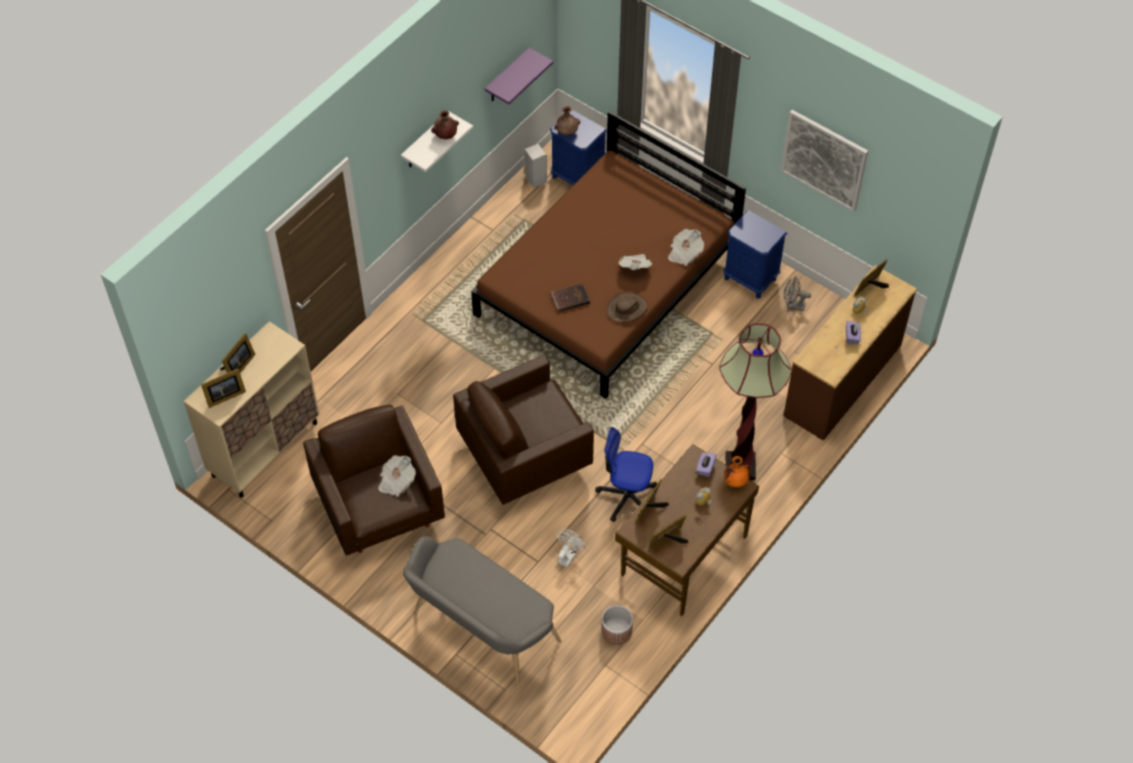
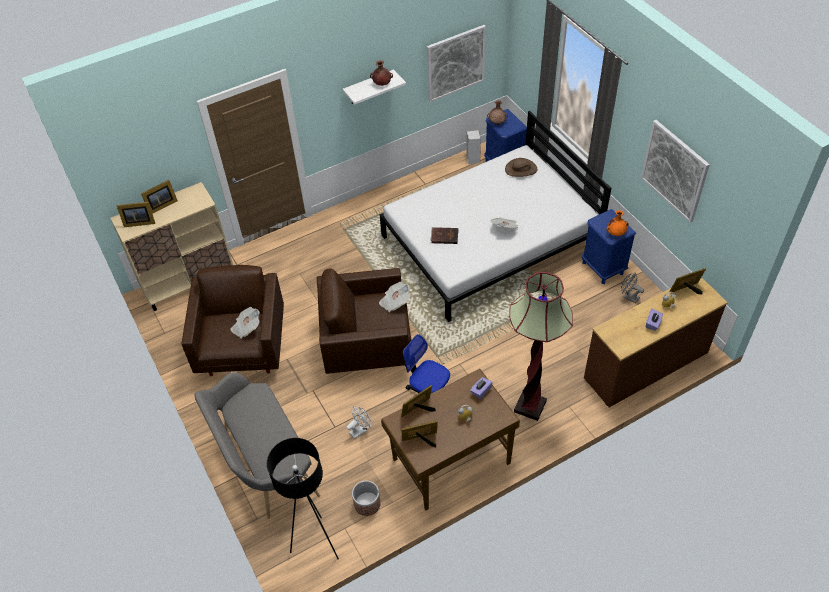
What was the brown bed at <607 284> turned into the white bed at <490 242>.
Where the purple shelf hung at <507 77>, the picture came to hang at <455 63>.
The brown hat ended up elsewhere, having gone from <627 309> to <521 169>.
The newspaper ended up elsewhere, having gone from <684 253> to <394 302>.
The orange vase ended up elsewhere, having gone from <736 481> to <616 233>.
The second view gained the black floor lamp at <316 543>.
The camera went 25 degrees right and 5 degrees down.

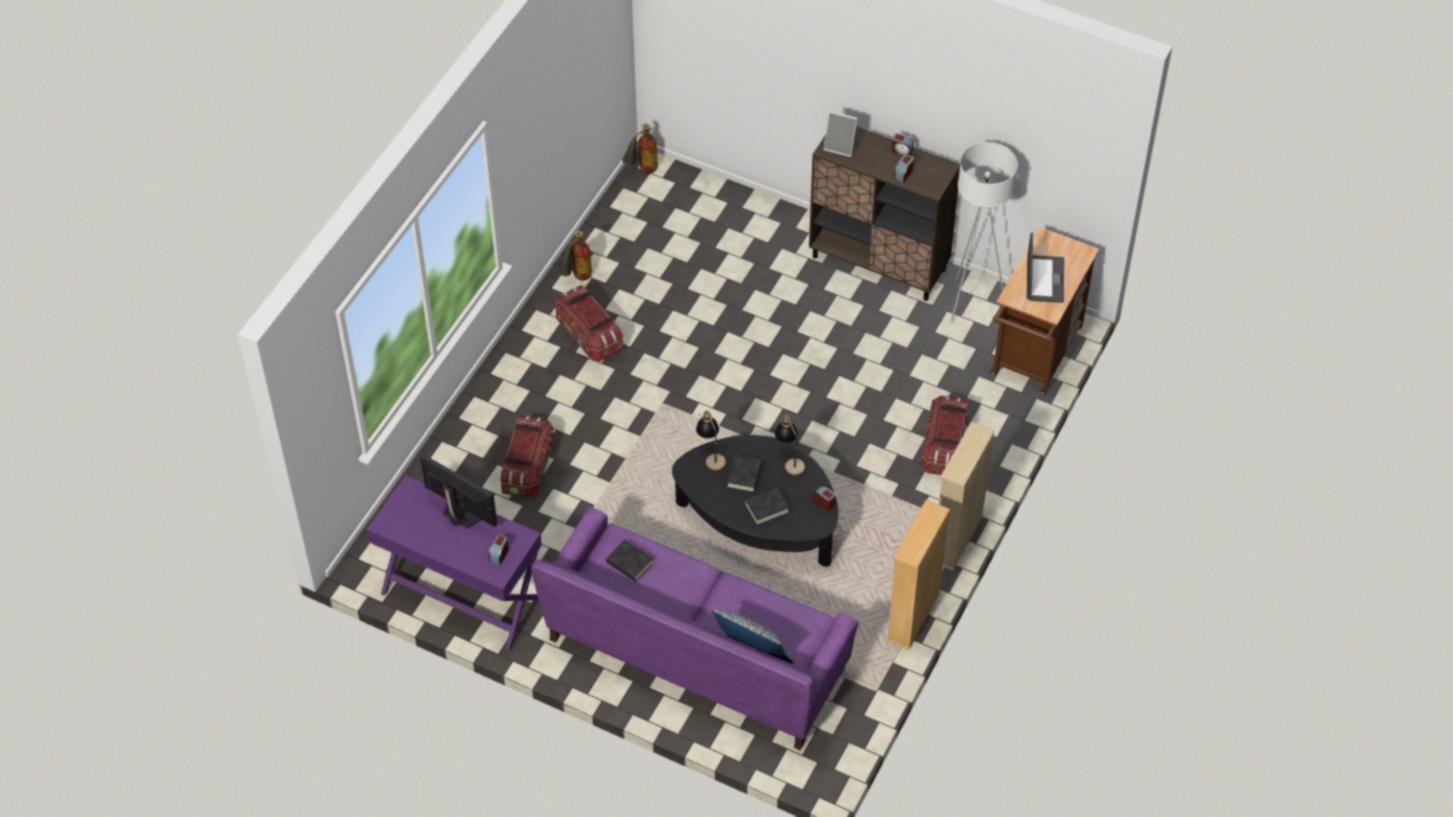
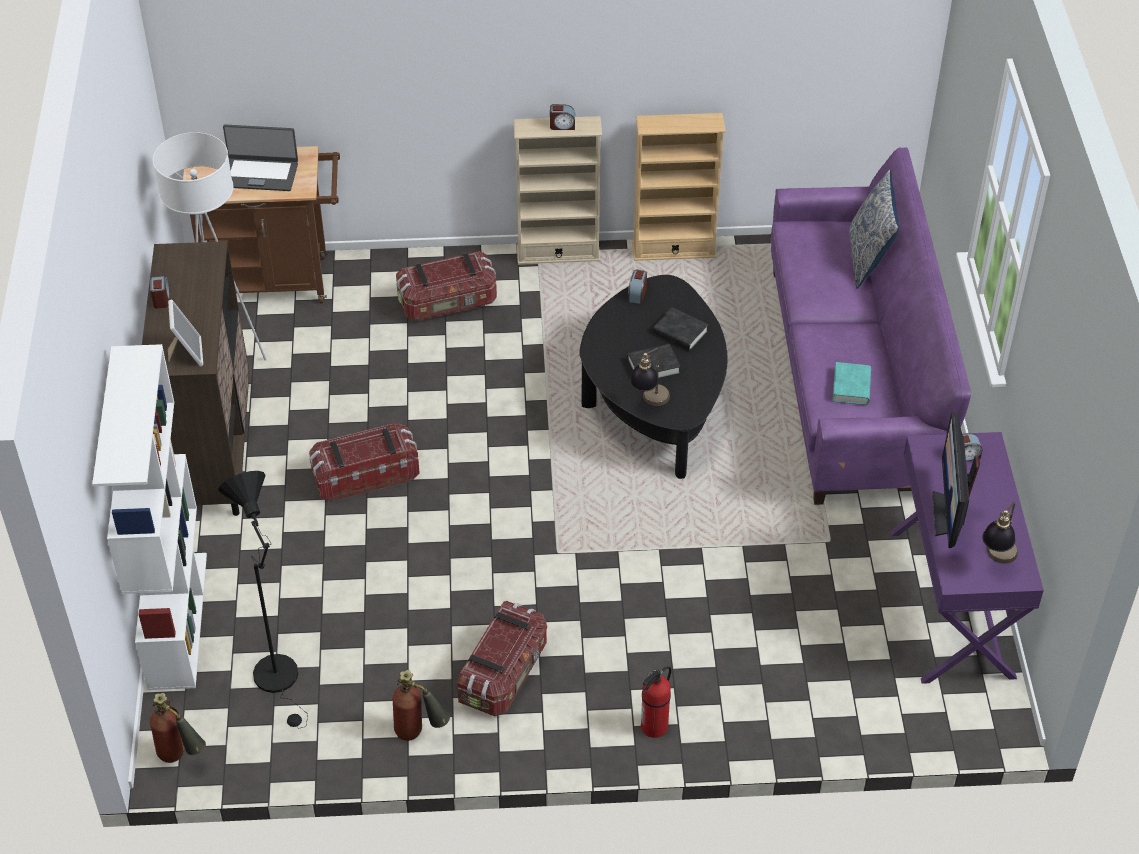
The storage box ended up elsewhere, having gone from <528 467> to <365 476>.
What was the black book at <630 563> turned into the turquoise book at <851 387>.
The table lamp ended up elsewhere, having gone from <790 461> to <996 560>.
The alarm clock ended up elsewhere, having gone from <903 174> to <562 125>.
The laptop at <1044 279> ended up facing another way, 150 degrees counterclockwise from before.
The second view gained the white bookcase at <177 619>.
The second view gained the black floor lamp at <280 680>.
The second view gained the fire extinguisher at <654 727>.
The camera went 120 degrees left and 5 degrees down.

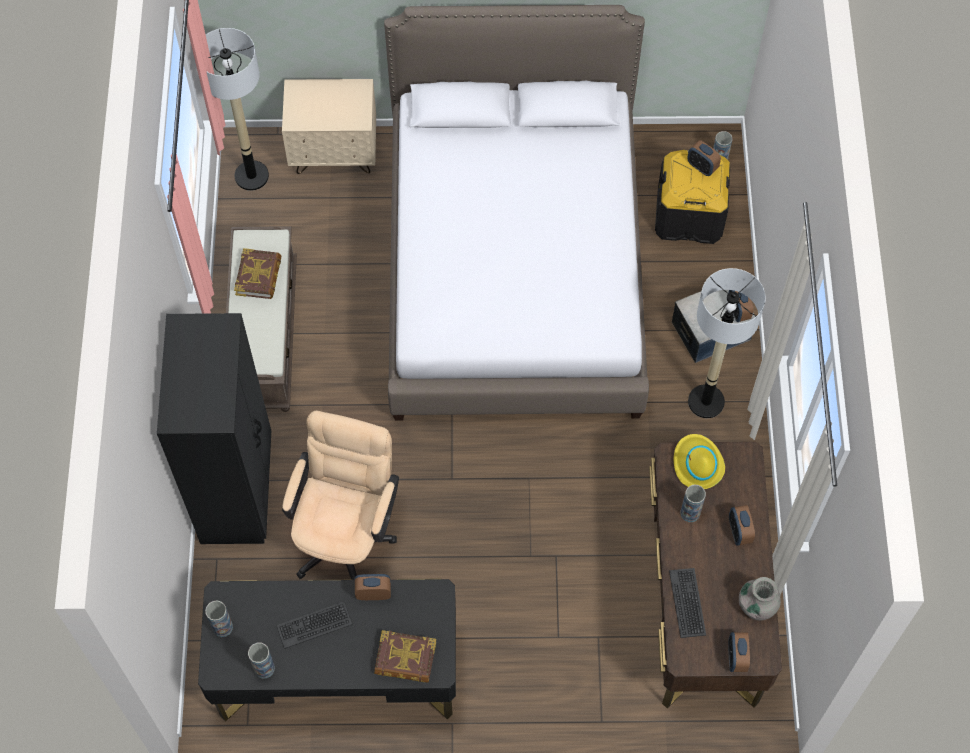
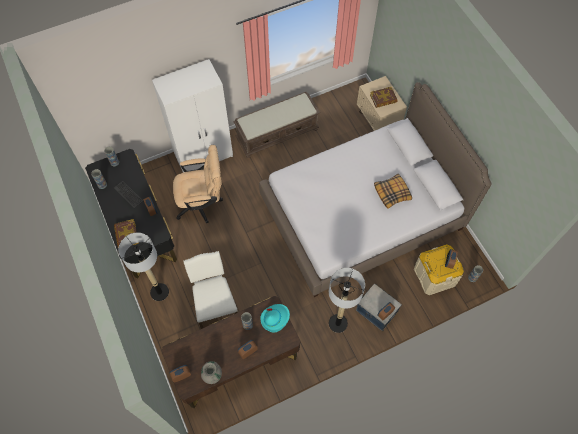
What was the black wardrobe at <238 488> turned into the white wardrobe at <204 155>.
The floor lamp ended up elsewhere, having gone from <251 175> to <159 292>.
The book ended up elsewhere, having gone from <259 276> to <383 99>.
What was the black storage box at <689 215> turned into the beige storage box at <434 276>.
The second view lost the keyboard at <688 603>.
What was the yellow hat at <697 464> turned into the turquoise hat at <275 318>.
The second view gained the white chair at <215 305>.
The second view gained the pillow at <392 193>.
The camera went 65 degrees right and 0 degrees up.

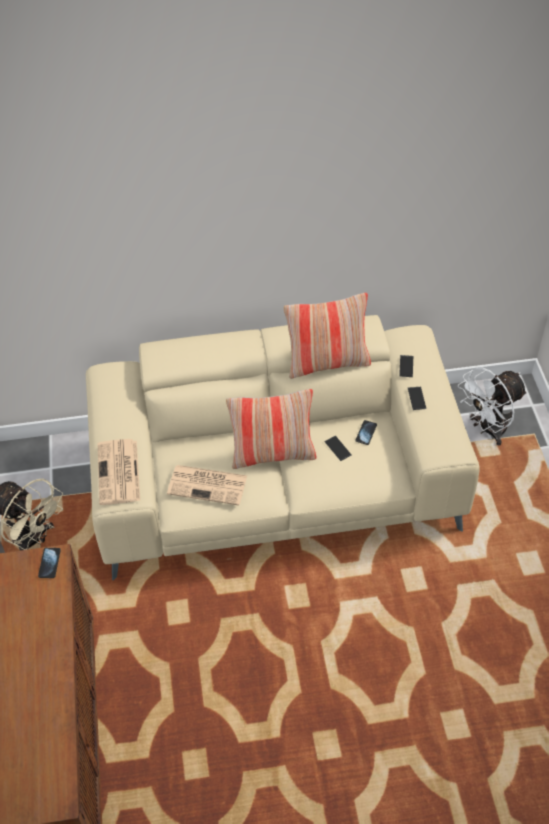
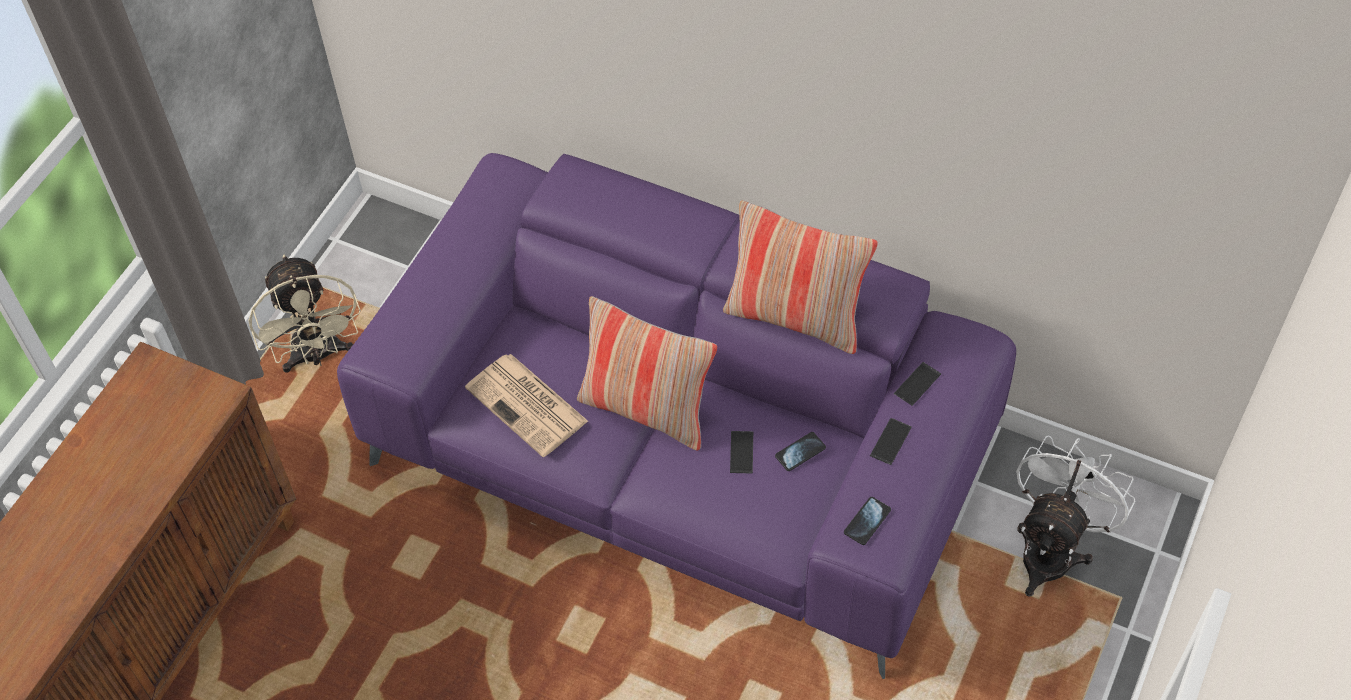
The phone ended up elsewhere, having gone from <49 563> to <867 521>.
What was the beige sofa at <276 481> turned into the purple sofa at <682 451>.
The second view lost the newspaper at <119 473>.
The white fan at <487 429> ended up facing another way, 120 degrees clockwise from before.
The camera went 35 degrees right and 5 degrees up.

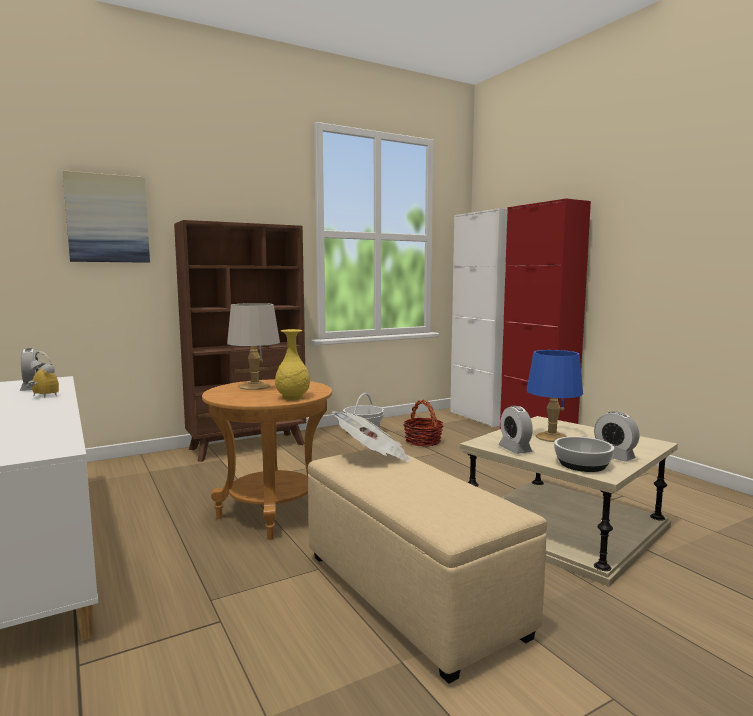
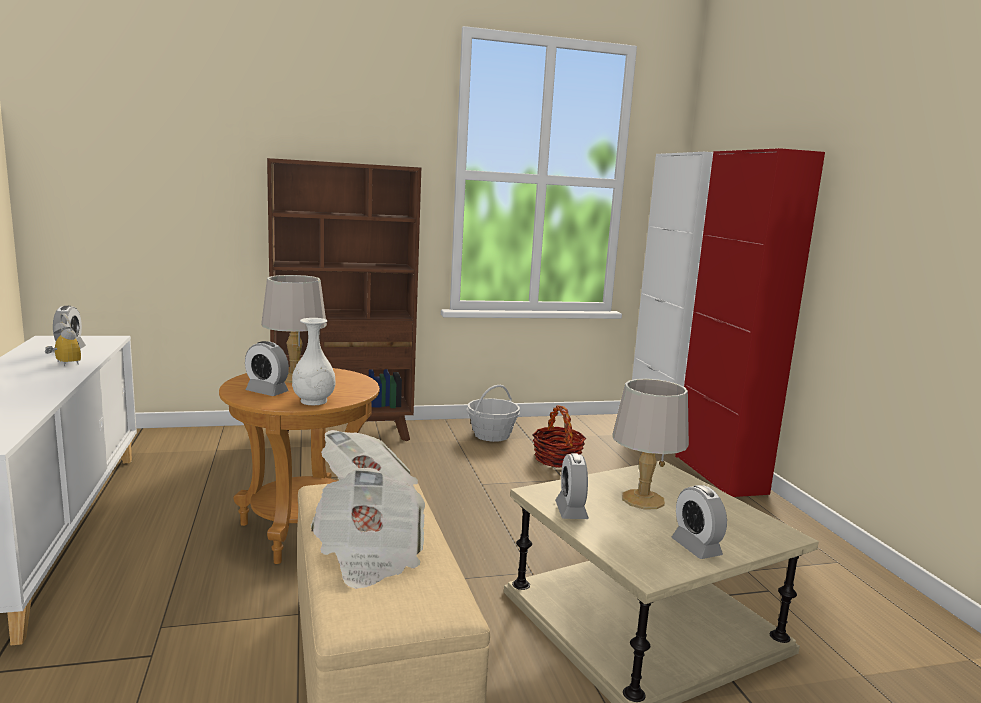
The second view lost the picture at <107 218>.
What was the yellow vase at <292 397> turned into the white vase at <313 401>.
What was the blue table lamp at <551 437> turned into the grey table lamp at <642 499>.
The second view lost the bowl at <582 464>.
The second view gained the alarm clock at <267 392>.
The second view gained the newspaper at <369 555>.
The camera went 15 degrees right and 5 degrees up.

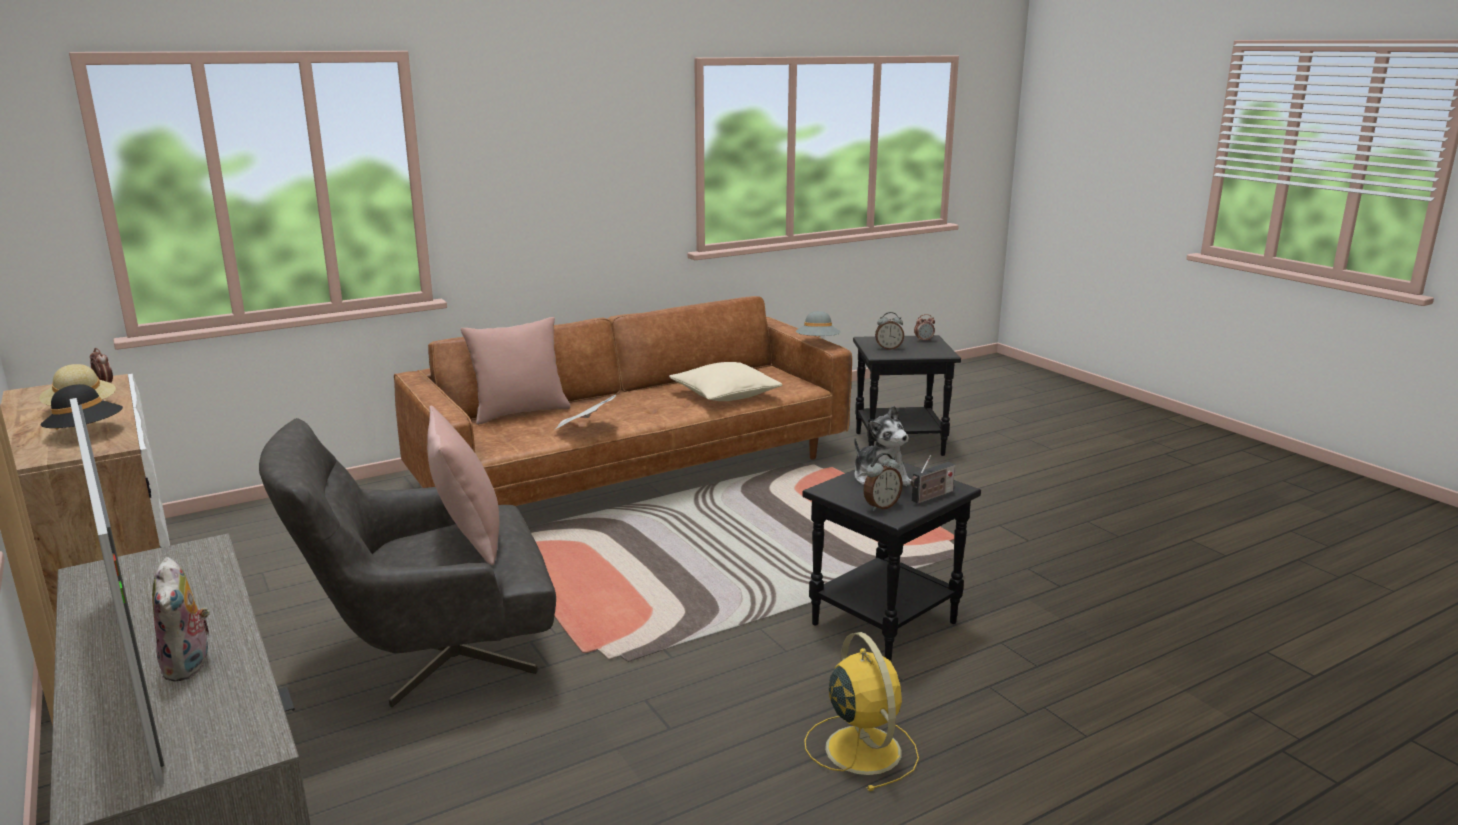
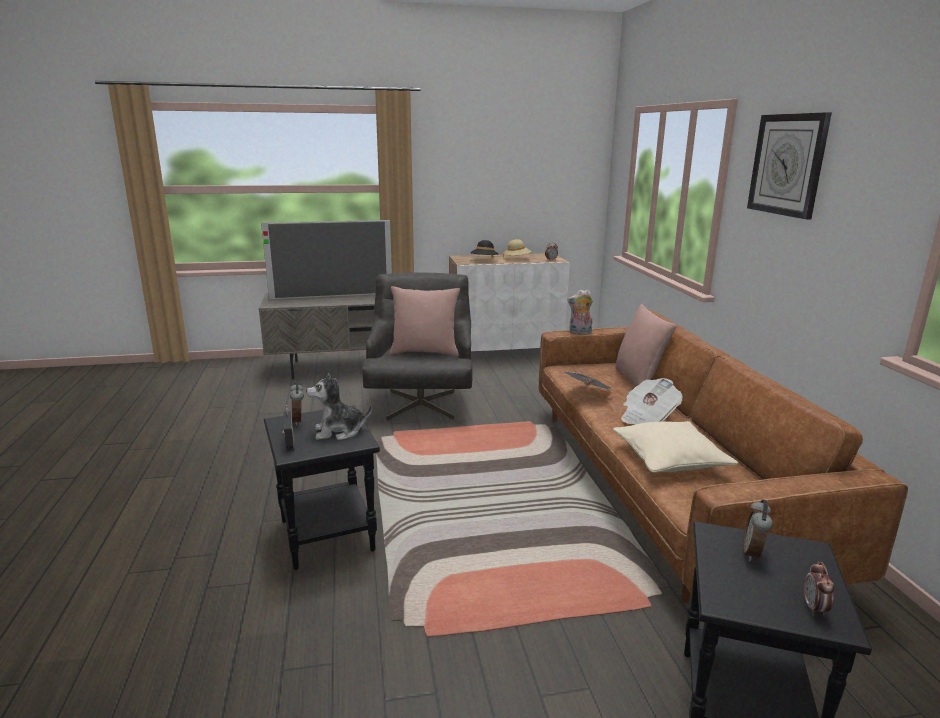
The plush toy ended up elsewhere, having gone from <189 666> to <579 333>.
The second view lost the grey hat at <817 342>.
The second view lost the yellow fan at <861 748>.
The second view gained the newspaper at <647 417>.
The second view gained the wall clock at <787 164>.
The camera went 110 degrees right and 0 degrees up.

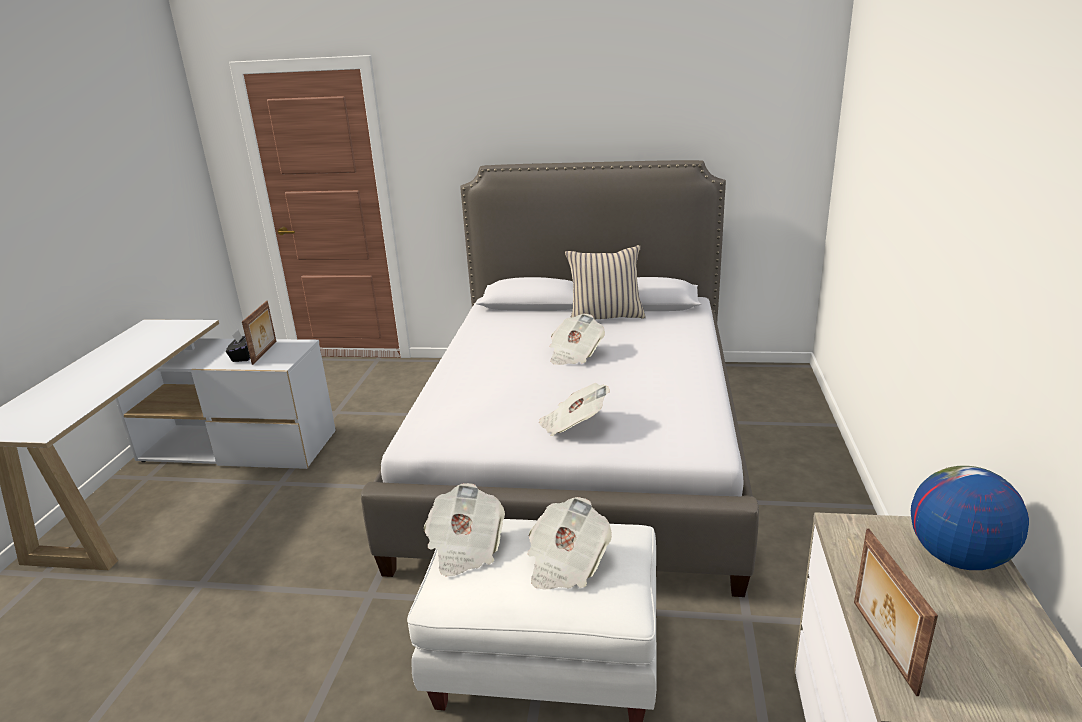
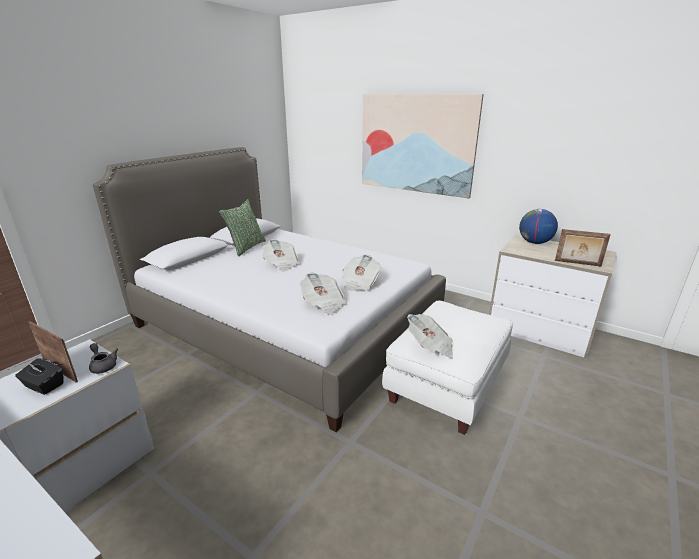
The newspaper ended up elsewhere, having gone from <566 564> to <323 304>.
What was the beige pillow at <605 316> turned into the green pillow at <246 247>.
The second view gained the grey teapot at <103 365>.
The second view gained the picture at <416 144>.
The camera went 65 degrees left and 0 degrees up.

